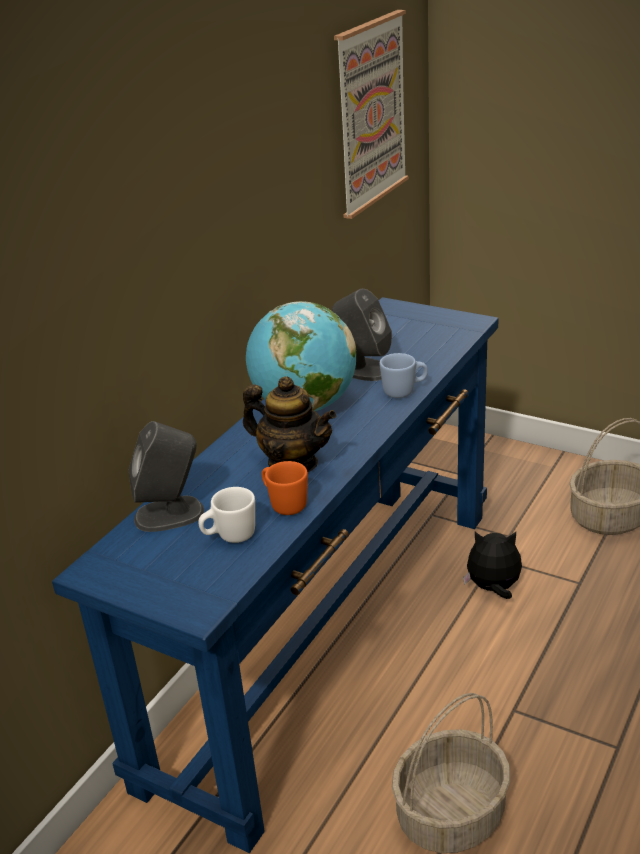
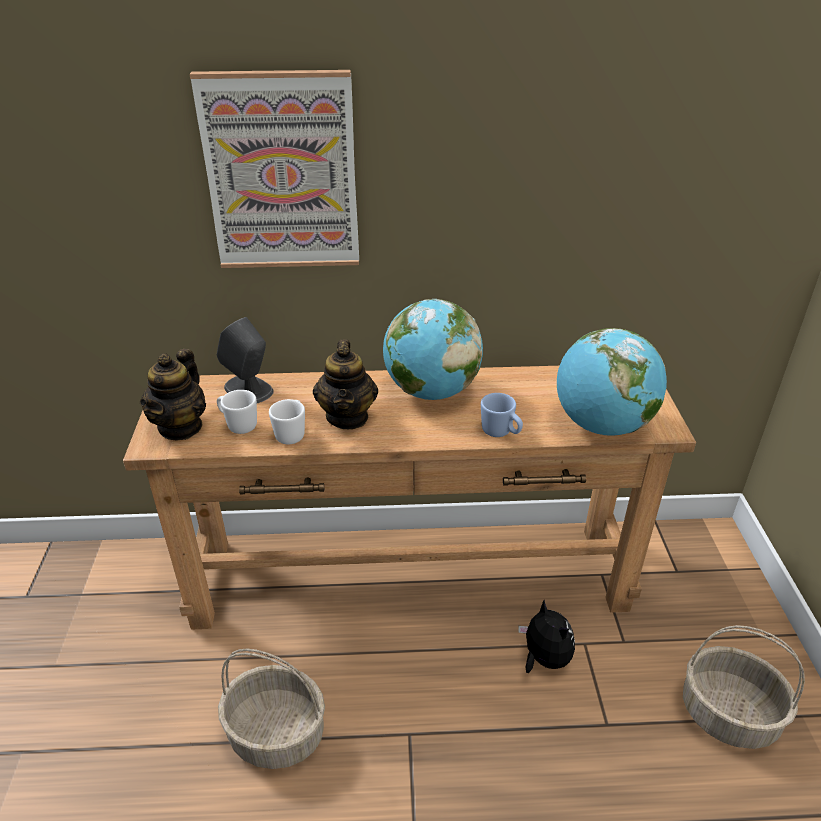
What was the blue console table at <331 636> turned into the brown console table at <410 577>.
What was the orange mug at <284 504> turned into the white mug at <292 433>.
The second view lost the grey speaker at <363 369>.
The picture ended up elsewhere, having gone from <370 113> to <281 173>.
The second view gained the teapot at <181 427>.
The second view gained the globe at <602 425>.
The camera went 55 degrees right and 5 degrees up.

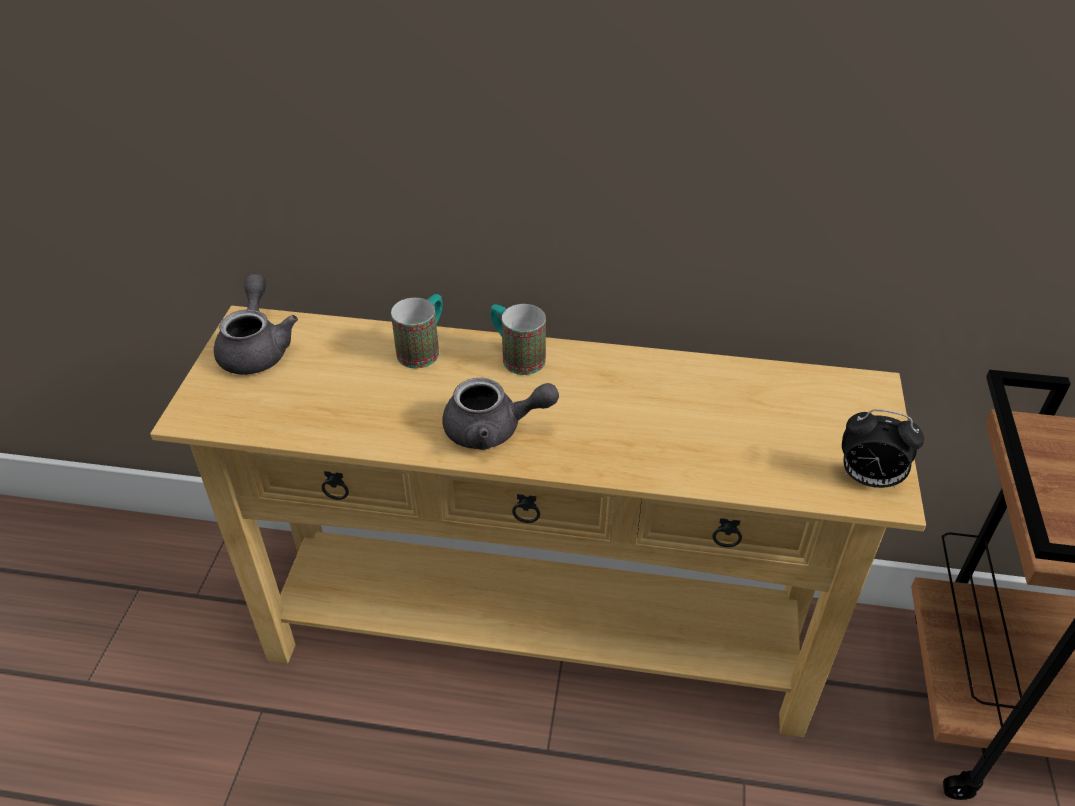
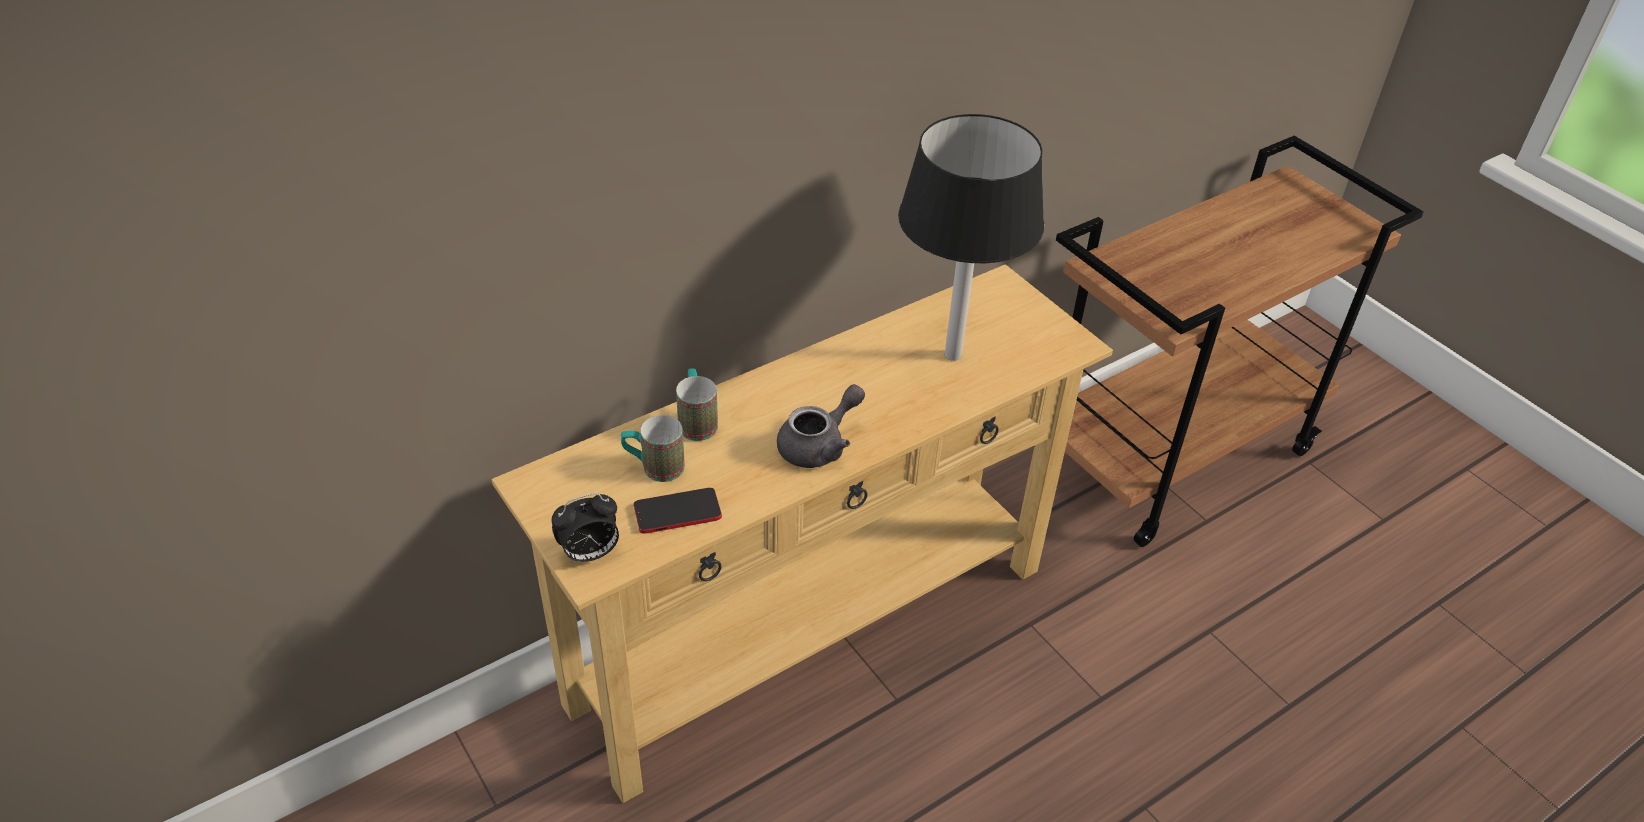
The second view lost the grey teapot at <257 348>.
The mug ended up elsewhere, having gone from <516 356> to <654 467>.
The alarm clock ended up elsewhere, having gone from <868 479> to <590 554>.
The second view gained the phone at <677 512>.
The second view gained the black table lamp at <952 354>.
The camera went 45 degrees left and 0 degrees up.

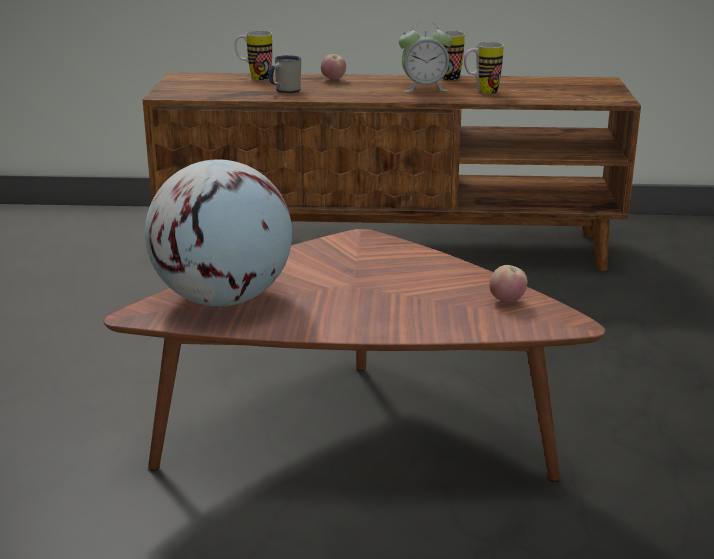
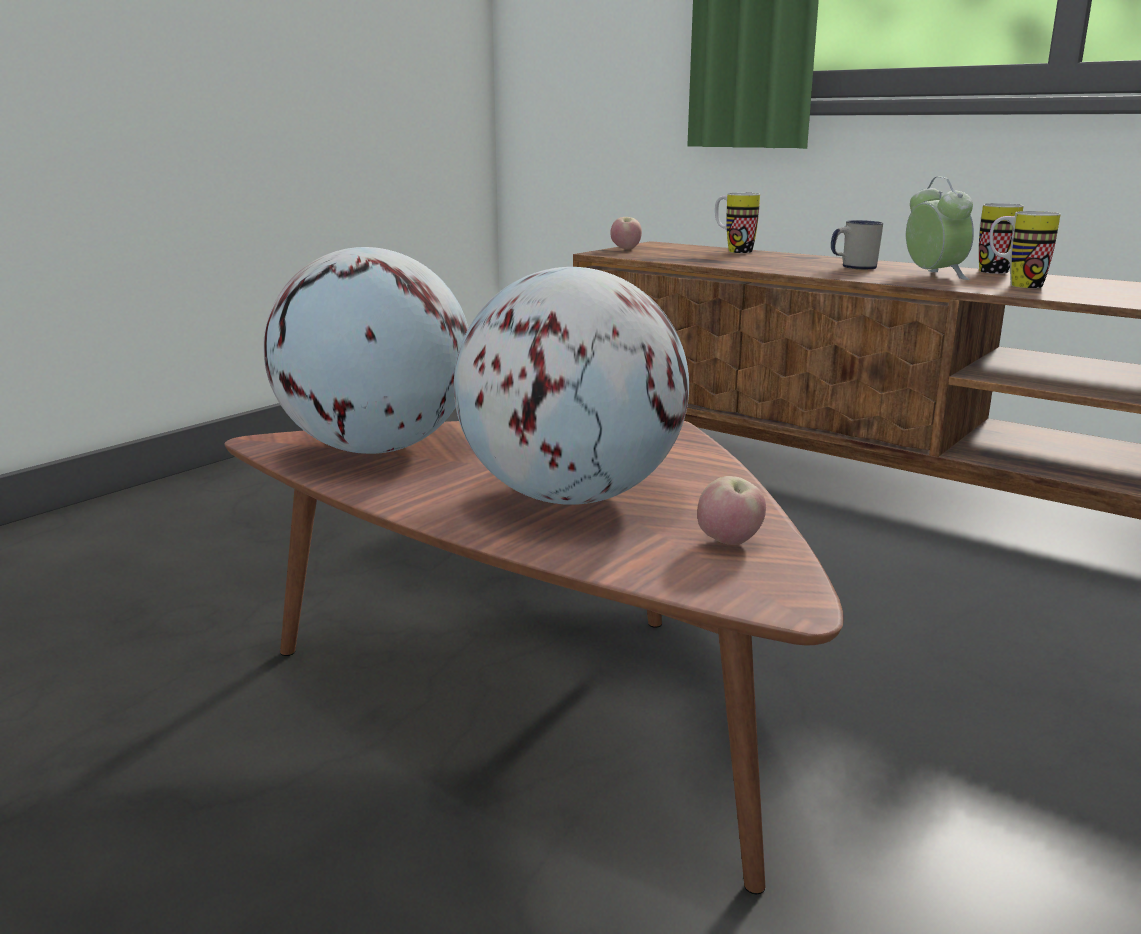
The white mug ended up elsewhere, having gone from <284 91> to <853 267>.
The apple ended up elsewhere, having gone from <333 80> to <626 249>.
The alarm clock at <424 88> ended up facing another way, 135 degrees counterclockwise from before.
The second view gained the globe at <570 497>.
The camera went 35 degrees right and 5 degrees down.

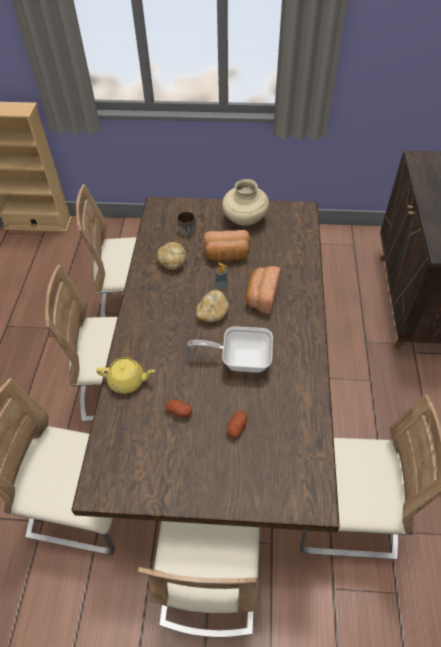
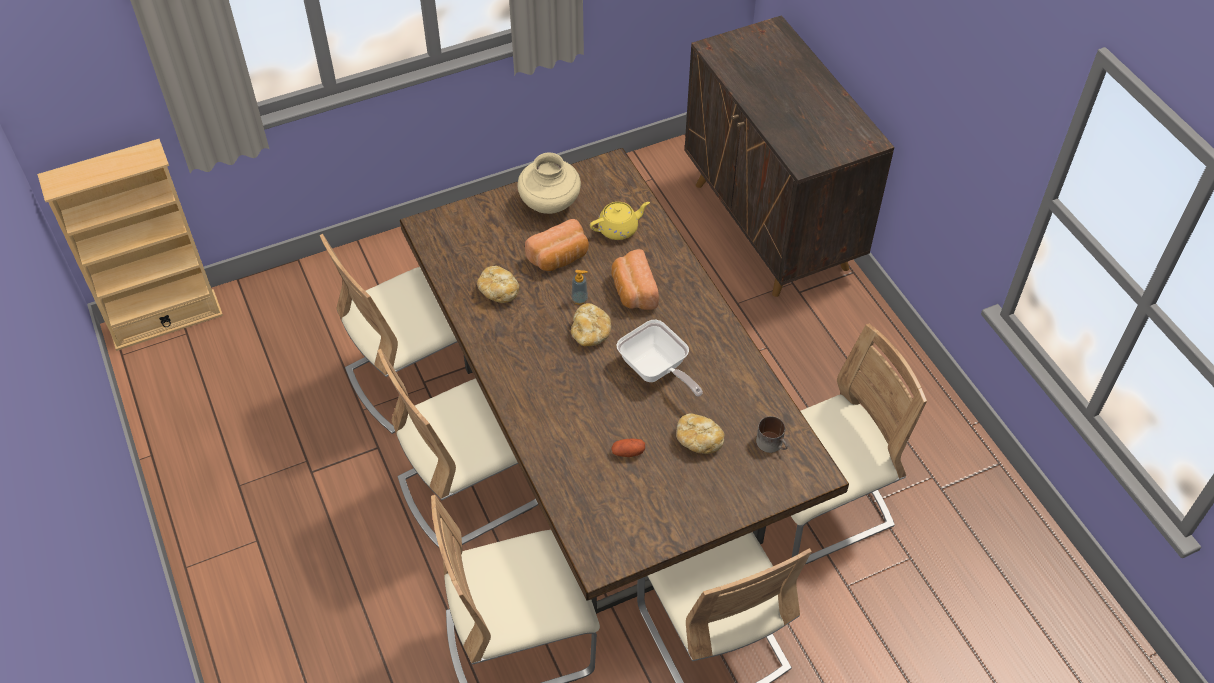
The yellow teapot ended up elsewhere, having gone from <128 381> to <619 229>.
The mug ended up elsewhere, having gone from <188 231> to <772 443>.
The frying pan at <240 359> ended up facing another way, 105 degrees counterclockwise from before.
Where the potato stood at <237 427>, the bread came to stand at <698 440>.
The camera went 30 degrees left and 0 degrees up.

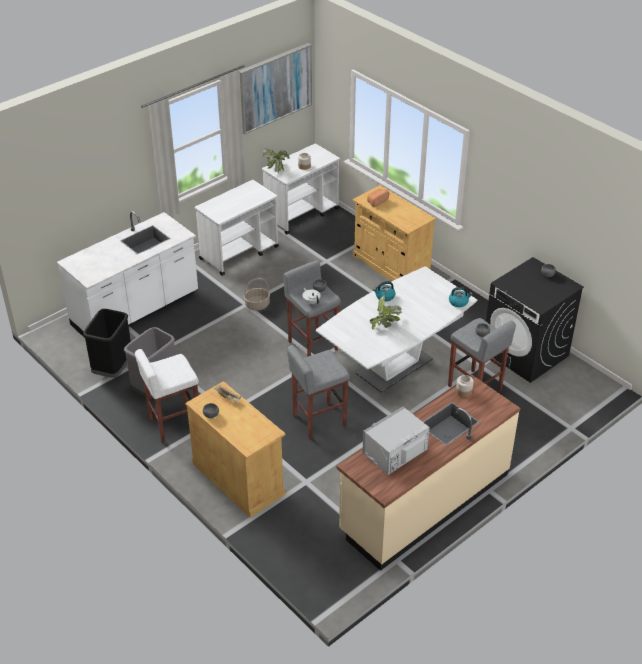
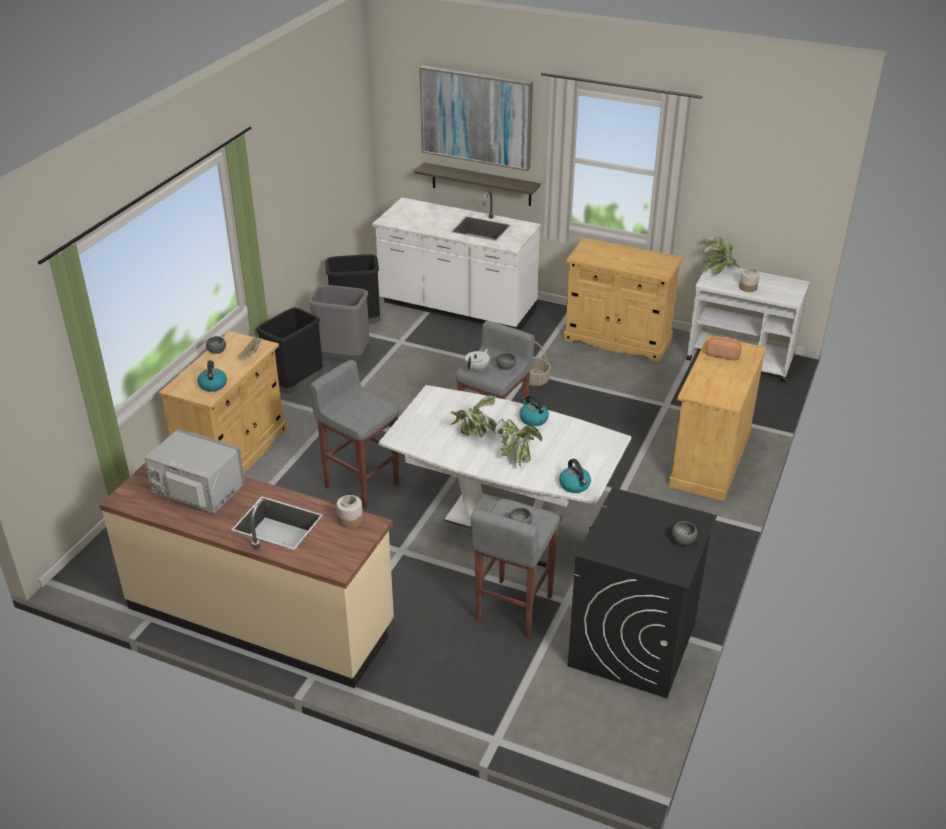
Where the white stool stood at <173 424>, the black trash can came to stand at <295 387>.
Where the white cart stood at <239 253>, the beige cabinet came to stand at <617 339>.
The picture ended up elsewhere, having gone from <274 87> to <476 117>.
The second view gained the kettle at <213 384>.
The second view gained the shelf at <481 184>.
The second view gained the potted plant at <517 455>.
The camera went 65 degrees right and 5 degrees down.

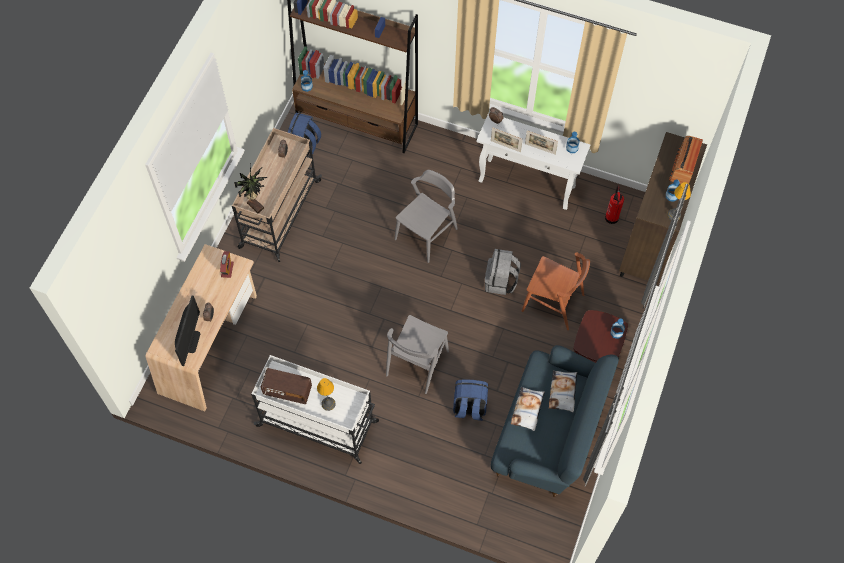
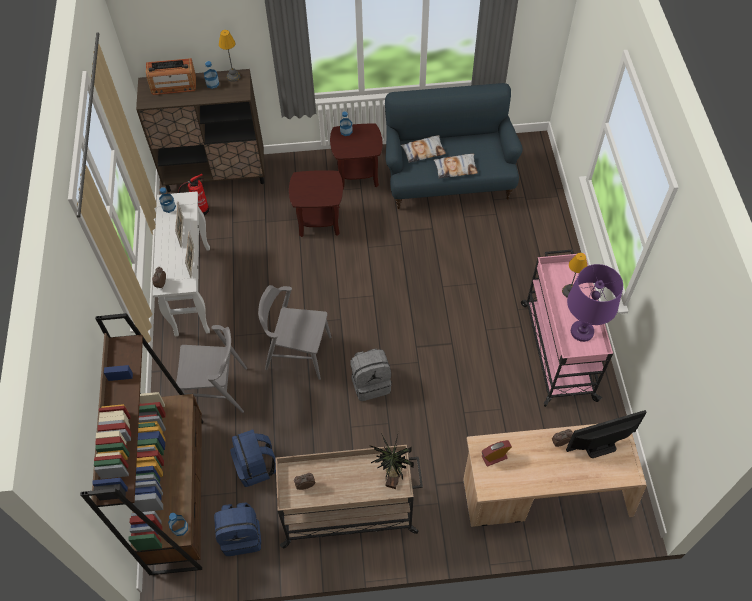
What was the white cart at <319 424> turned into the pink cart at <557 349>.
Where the radio stood at <287 391>, the purple table lamp came to stand at <582 331>.
The grey chair ended up elsewhere, having gone from <417 363> to <217 390>.
The blue backpack ended up elsewhere, having gone from <469 407> to <256 466>.
The grey backpack ended up elsewhere, having gone from <500 281> to <371 383>.
Where the brown chair stood at <553 303>, the brown side table came to stand at <319 220>.
The camera went 115 degrees left and 5 degrees down.

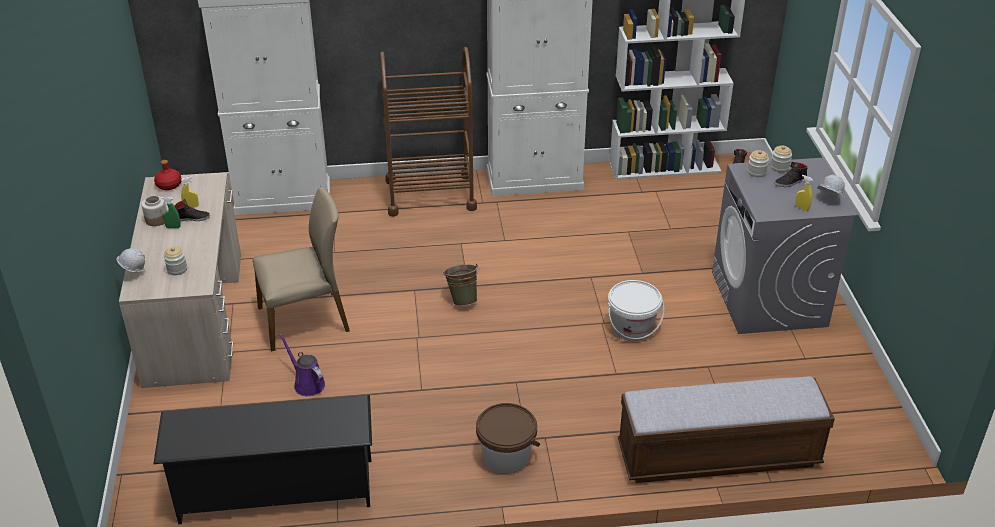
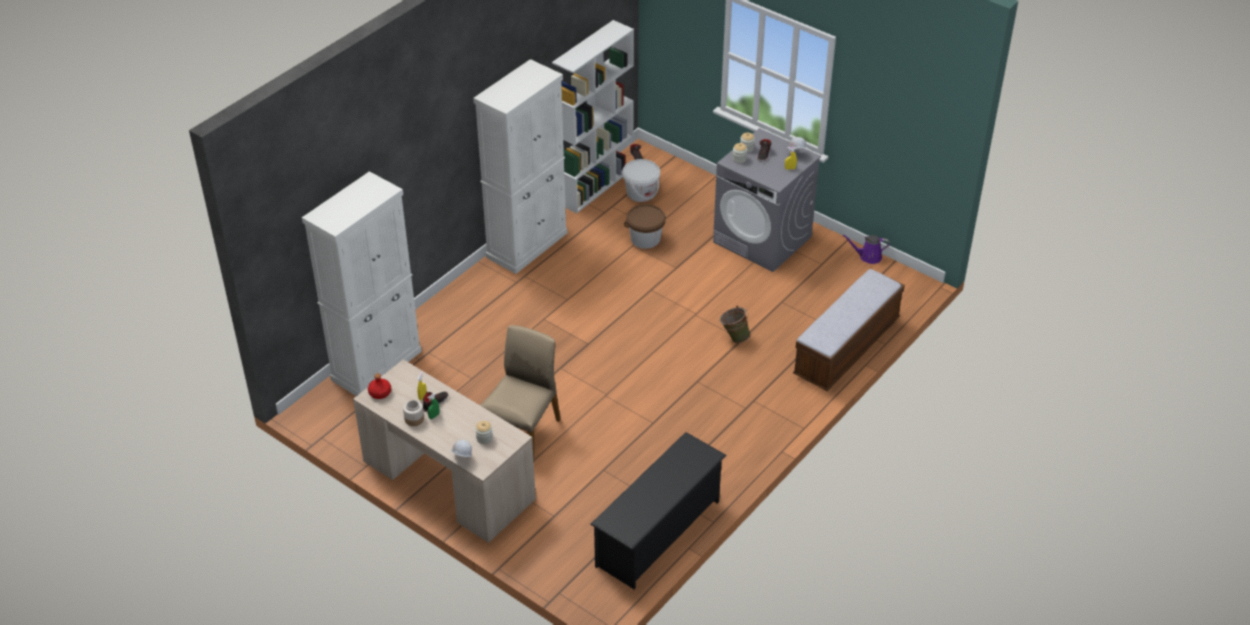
The purple watering can ended up elsewhere, having gone from <307 383> to <868 257>.
The second view lost the brown cart at <430 194>.
The green bucket ended up elsewhere, having gone from <462 299> to <734 337>.
The brown bucket ended up elsewhere, having gone from <506 456> to <645 239>.
The white bucket ended up elsewhere, having gone from <632 328> to <641 193>.
The camera went 45 degrees left and 5 degrees up.

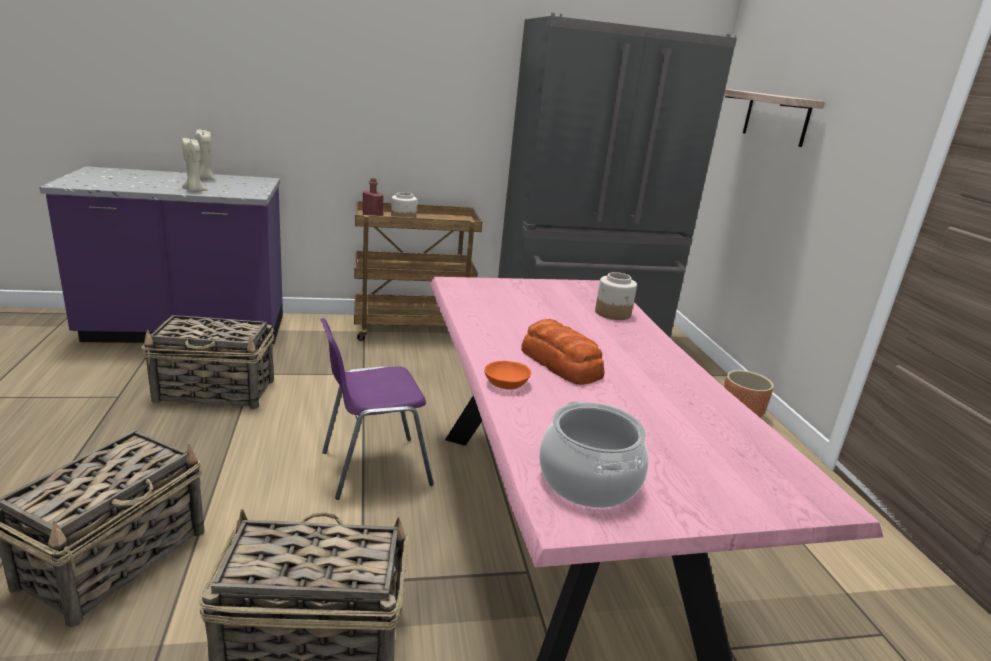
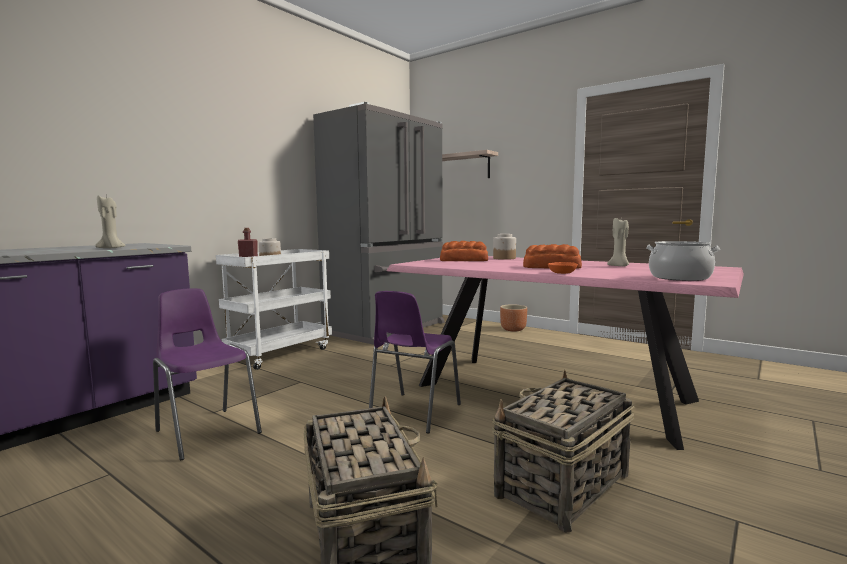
Where the basket stood at <216 391>, the purple chair came to stand at <206 431>.
The beige candle ended up elsewhere, having gone from <206 179> to <619 266>.
What was the brown cart at <412 329> turned into the white cart at <280 353>.
The second view gained the bread at <463 260>.
The camera went 40 degrees left and 15 degrees down.

